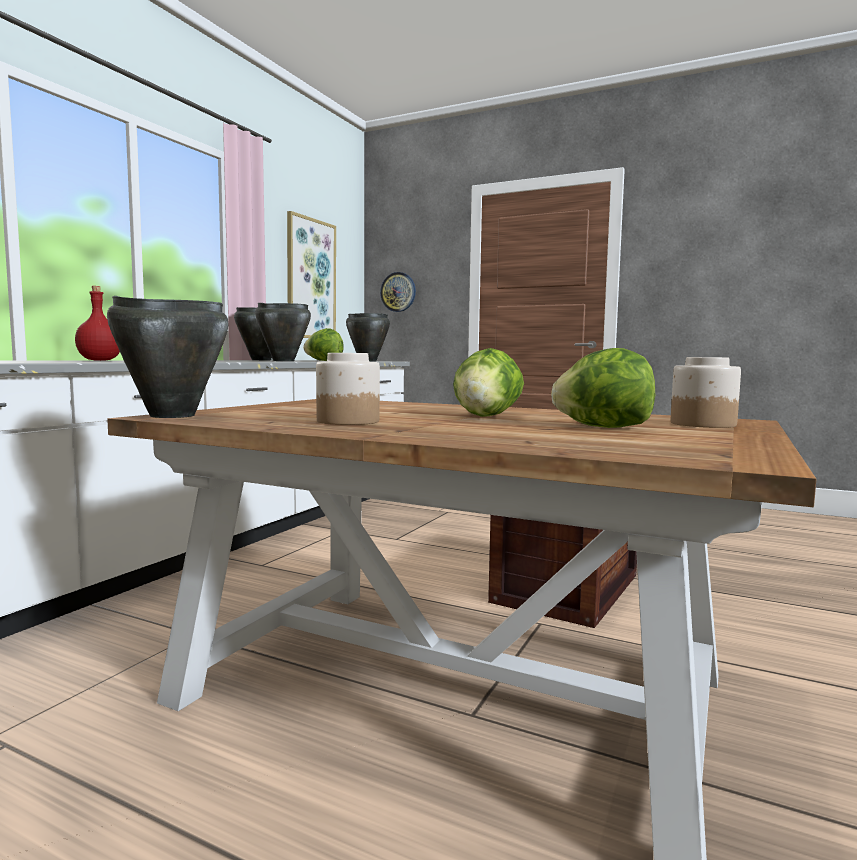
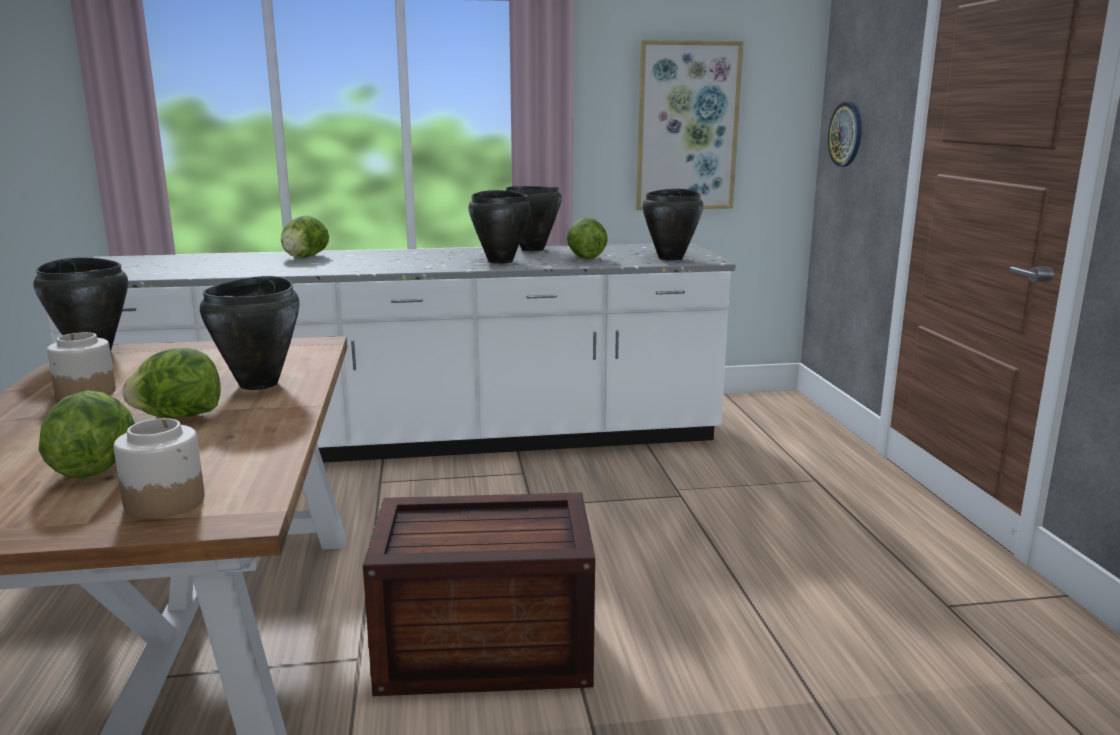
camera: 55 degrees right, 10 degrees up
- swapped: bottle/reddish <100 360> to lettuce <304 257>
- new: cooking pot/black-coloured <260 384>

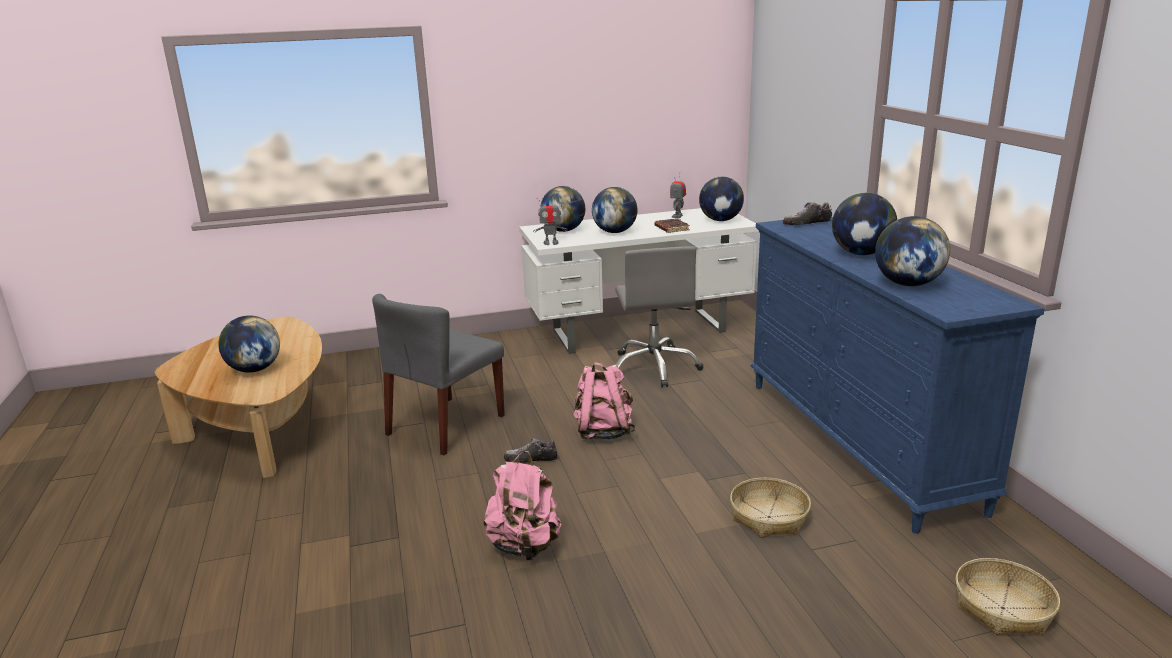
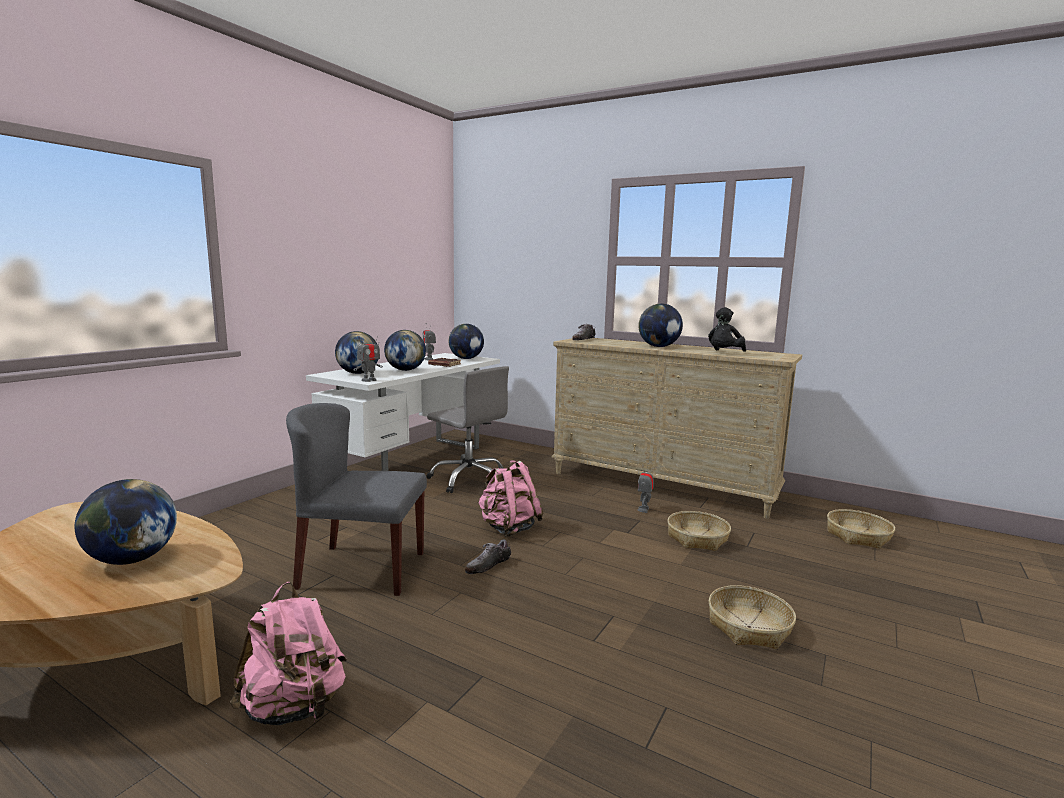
camera: 45 degrees left, 10 degrees down
- rotated: chair/grey <445 425> = <361 570> 105 degrees clockwise
- shifted: backpack/pink <525 546> to <294 708>
- repainted: drawer chest/blue-coloured <857 443> to drawer chest/beige <662 485>
- swapped: globe <907 284> to soft toy/black-coloured <724 353>
- new: robot figure <644 509>
- new: storage basket <748 627>

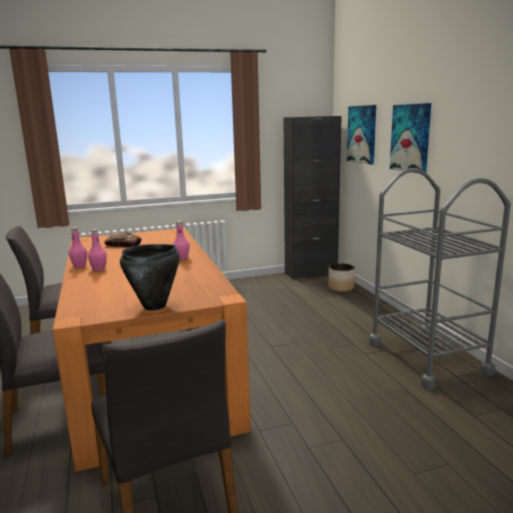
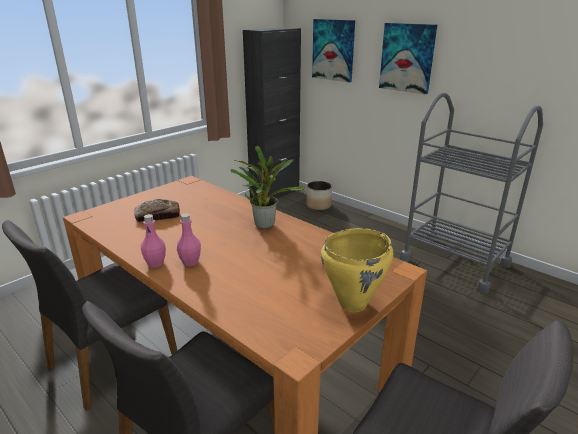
camera: 30 degrees left, 10 degrees up
- repainted: cooking pot/black-coloured <155 306> to cooking pot/yellow-coloured <353 304>
- swapped: bottle/pink <181 258> to potted plant <264 223>

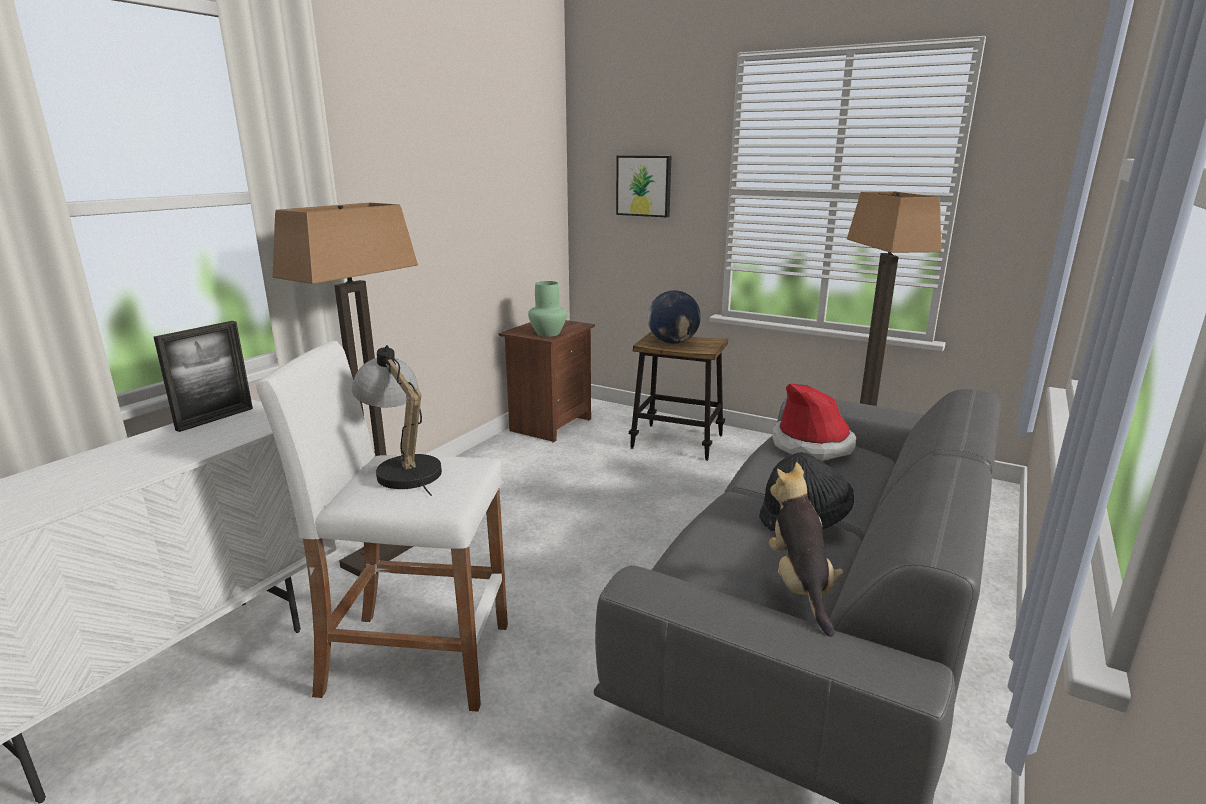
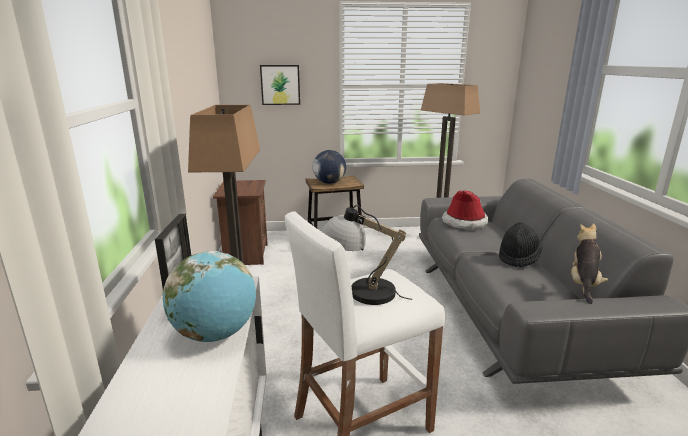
camera: 35 degrees left, 0 degrees up
- gone: decorative vase/greenish <548 333>
- rotated: soft toy <799 585> = <583 284> 60 degrees clockwise
- new: globe <215 334>

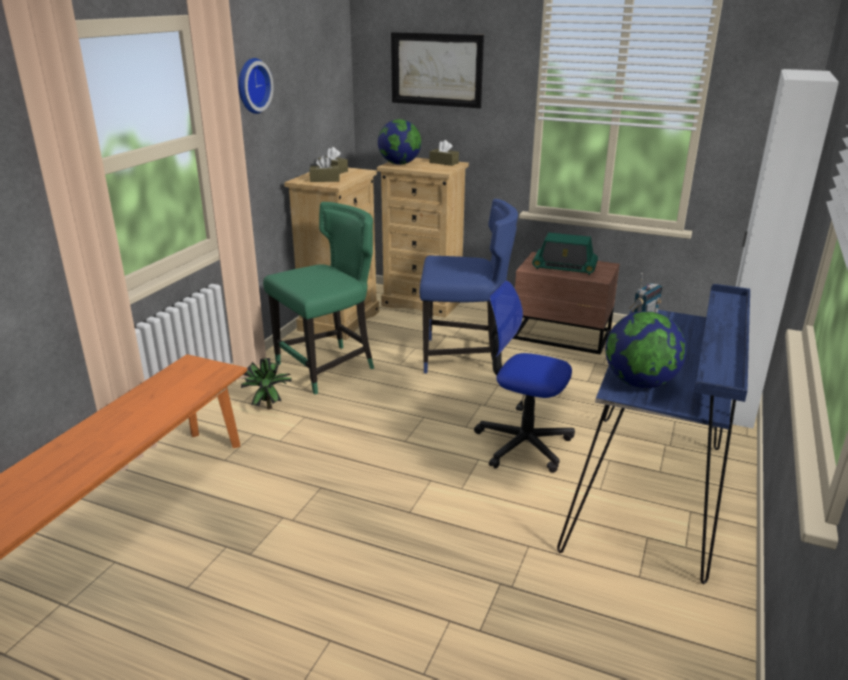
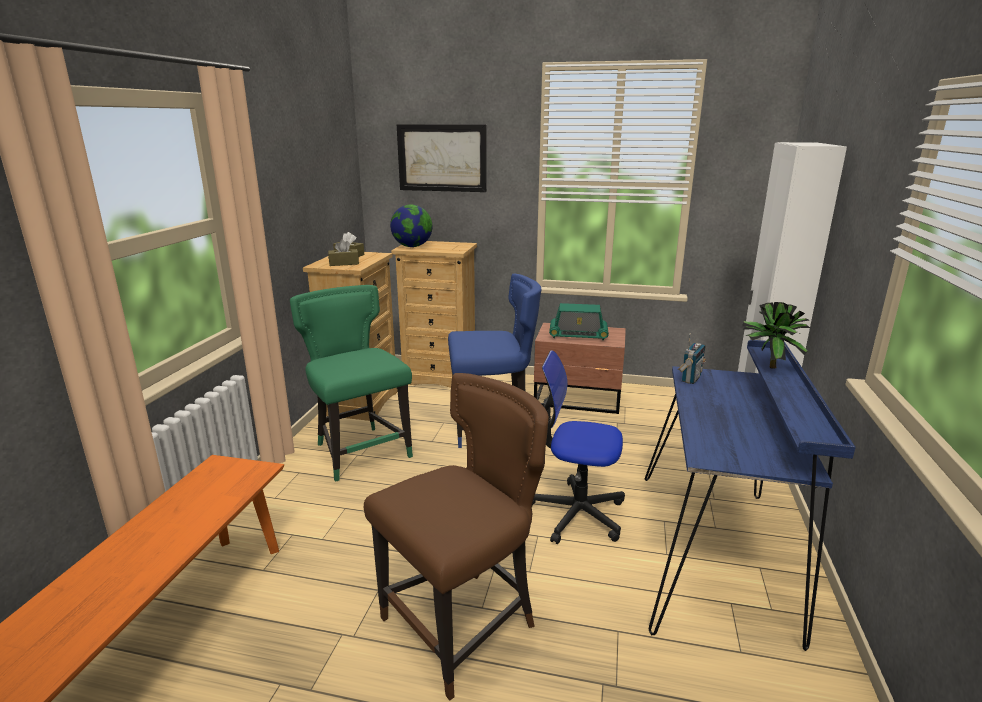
camera: 10 degrees left, 5 degrees down
- gone: wall clock <251 85>
- shifted: potted plant <268 407> to <767 366>
- rotated: chair/greenish <328 367> = <360 451> 75 degrees counterclockwise
- gone: tissue holder/brownish <444 163>
- gone: globe <639 383>
- new: chair/brownish <463 625>

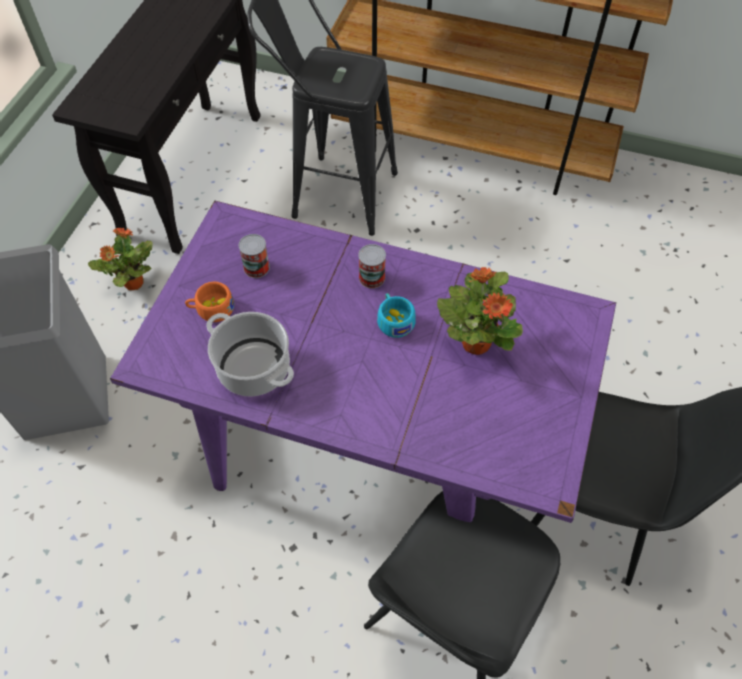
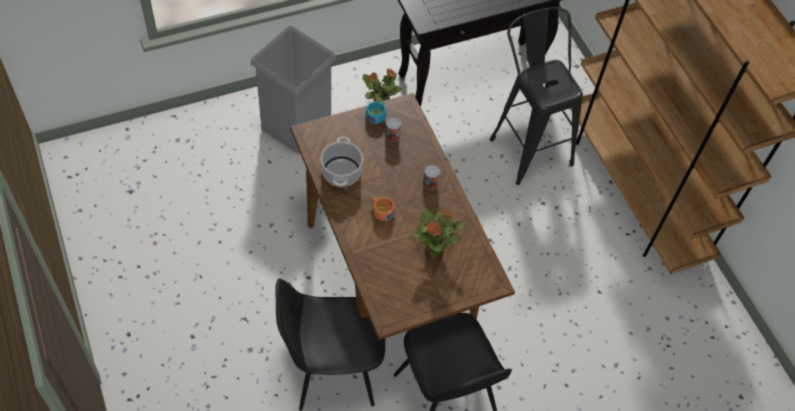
camera: 45 degrees right, 0 degrees up
- repainted: kitchen table/purple-coloured <371 444> to kitchen table/brownish <390 273>
- shifted: small cup/orangey <211 309> to <381 211>
- shifted: small cup/blue-green <394 320> to <377 115>

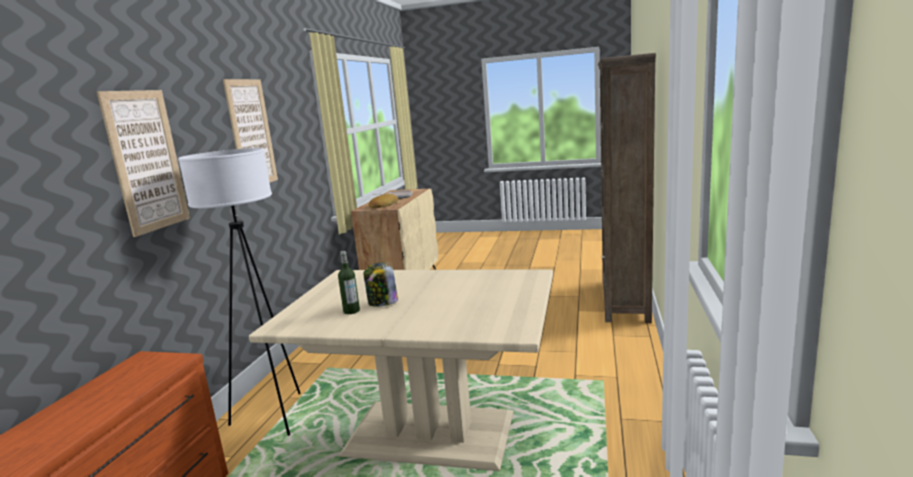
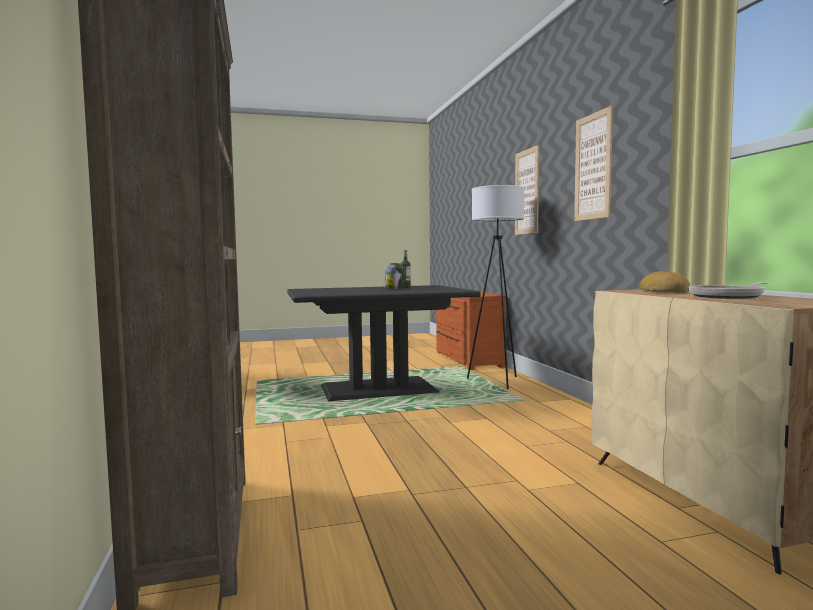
camera: 150 degrees right, 10 degrees down
- repainted: kitchen table/beige <430 432> to kitchen table/black-coloured <379 389>

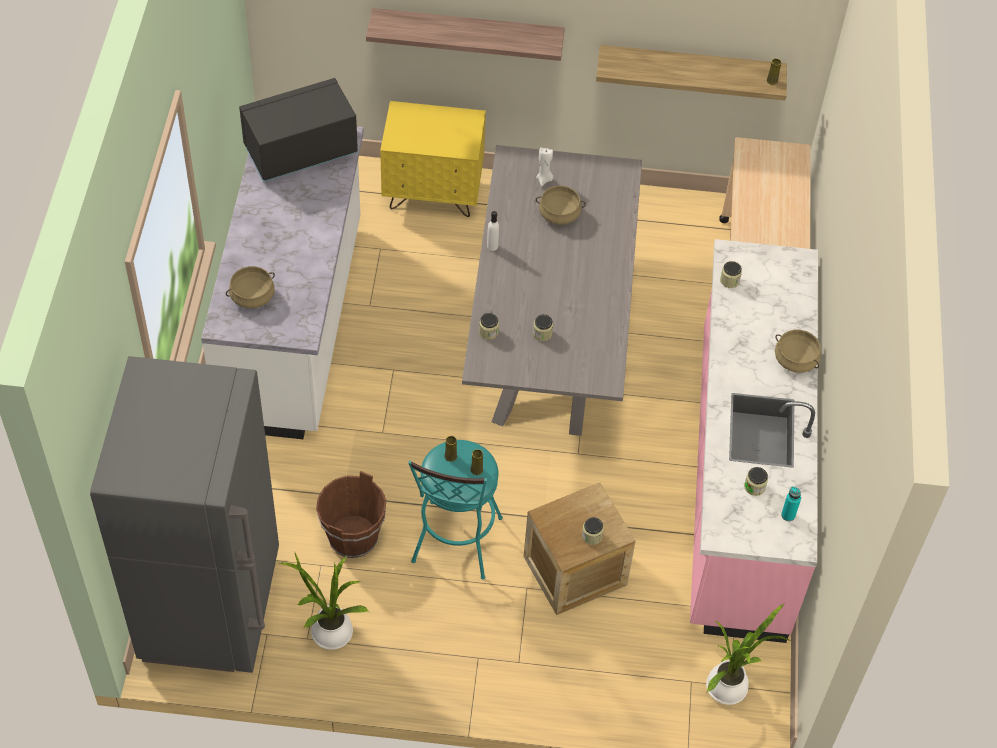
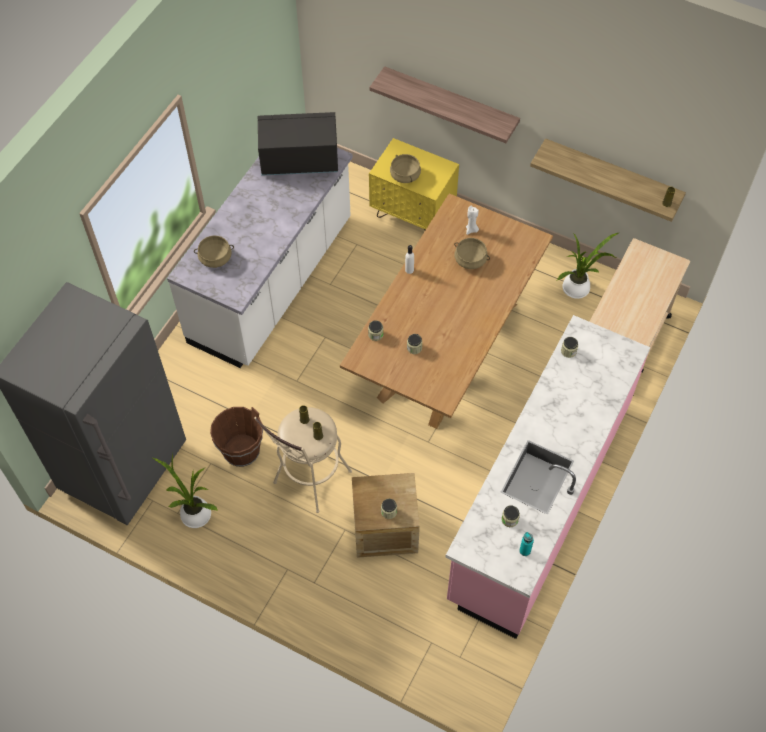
camera: 25 degrees right, 5 degrees up
- repainted: sitting stool/blue-green <454 546> to sitting stool/beige <308 481>
- repainted: kitchen table/grey <550 341> to kitchen table/brownish <446 351>
- shifted: potted plant <730 686> to <578 288>
- shifted: cooking pot/beige <795 360> to <405 175>

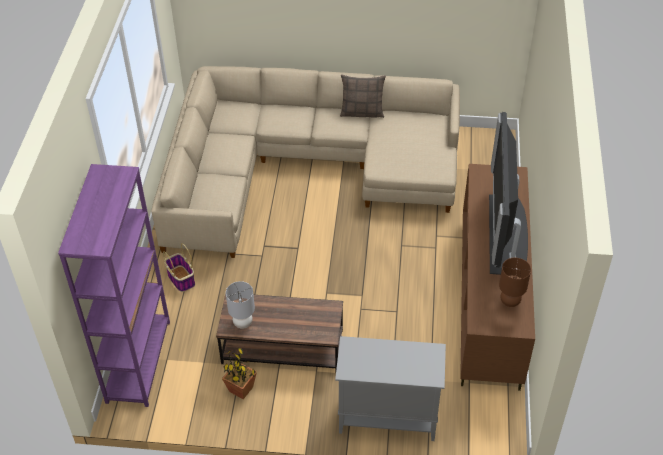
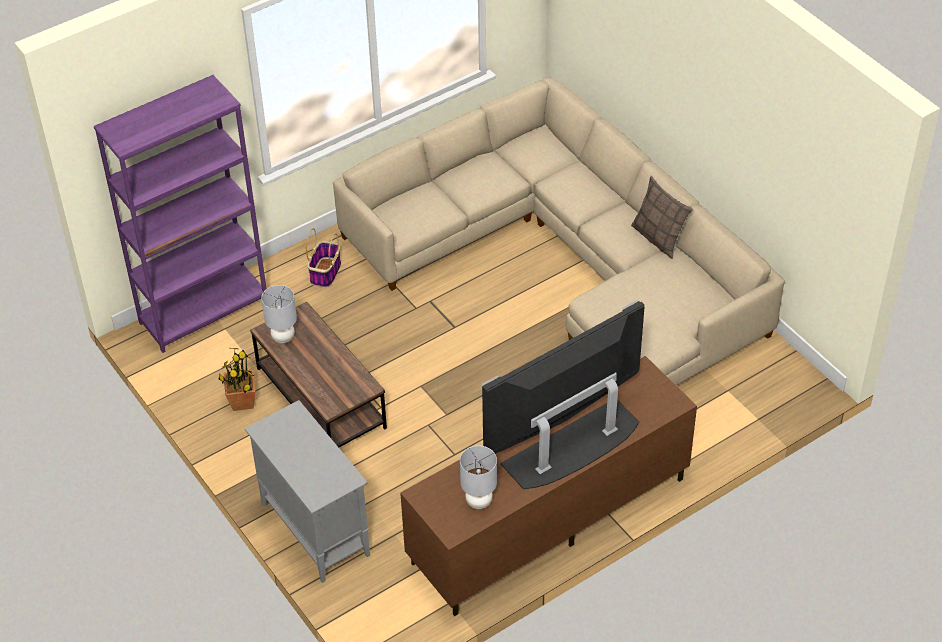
camera: 50 degrees right, 0 degrees up
- repainted: tabletop lamp/brownish <510 301> to tabletop lamp/grey <479 501>

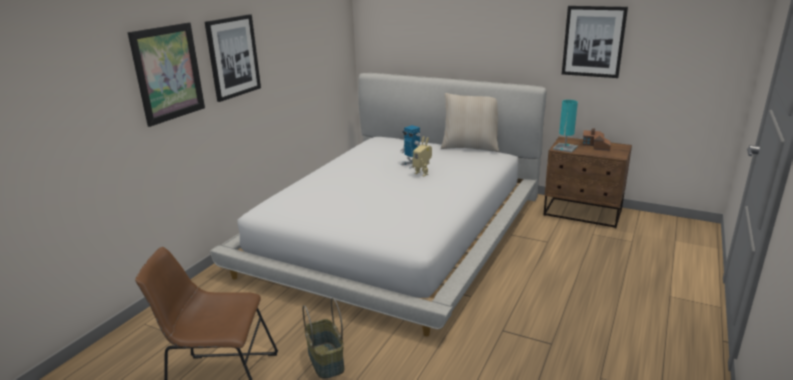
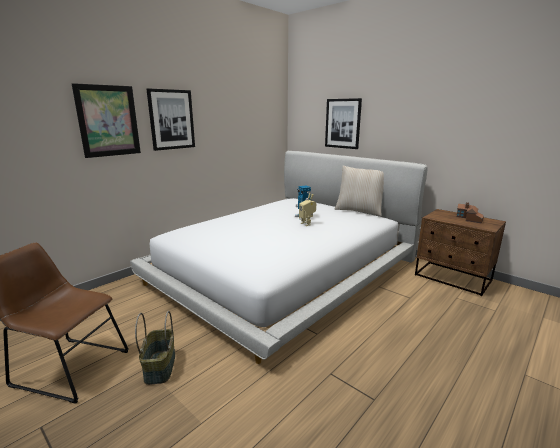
camera: 15 degrees right, 5 degrees down
- gone: tabletop lamp/blue-green <565 148>
- shifted: wall picture <593 41> to <343 123>

